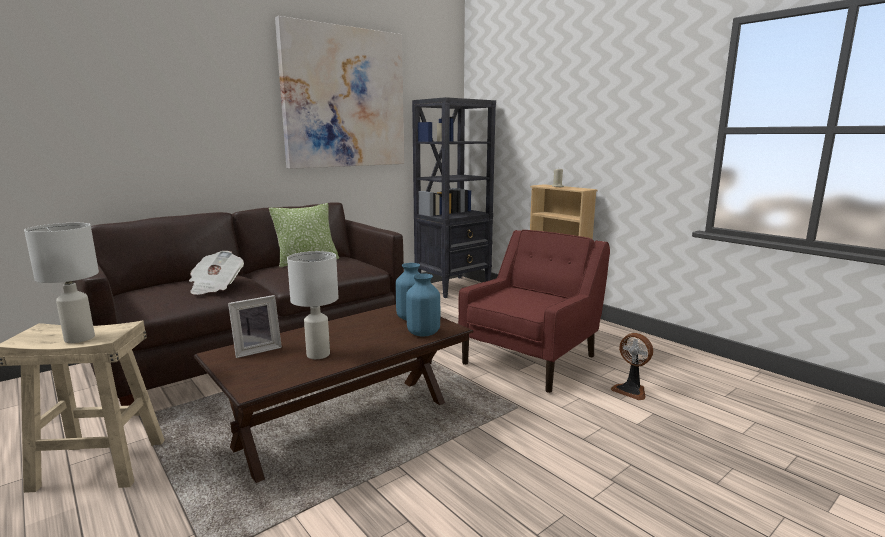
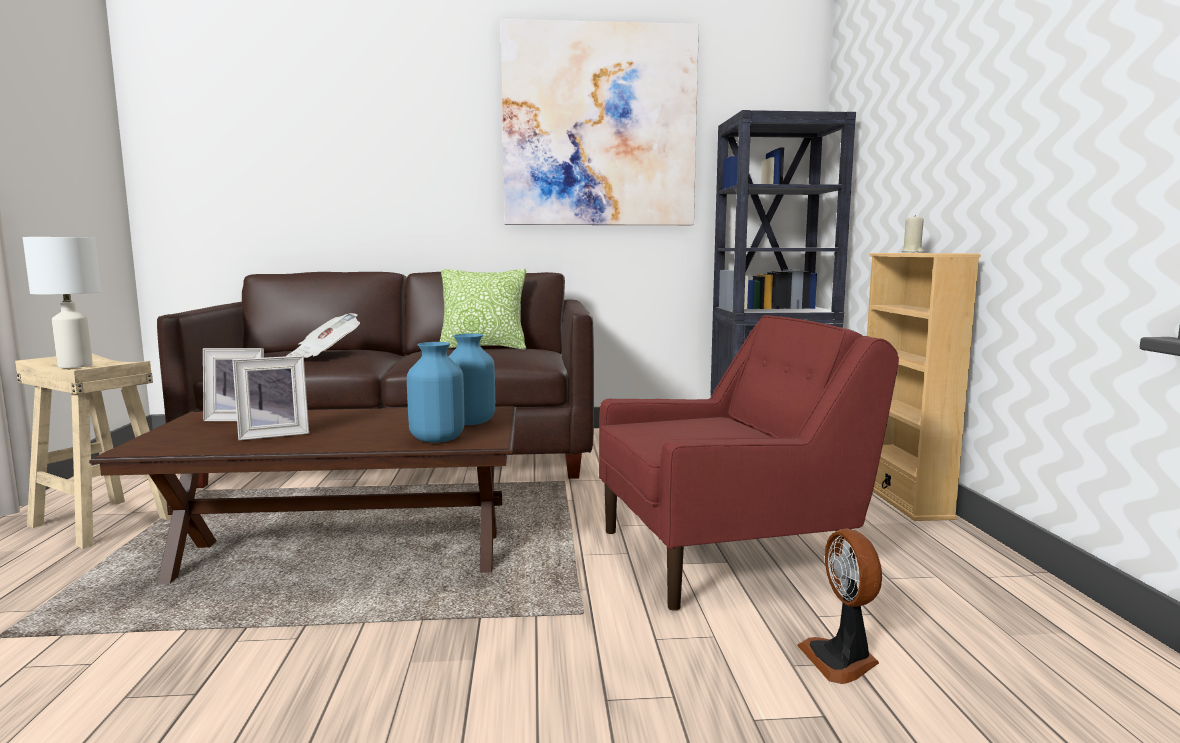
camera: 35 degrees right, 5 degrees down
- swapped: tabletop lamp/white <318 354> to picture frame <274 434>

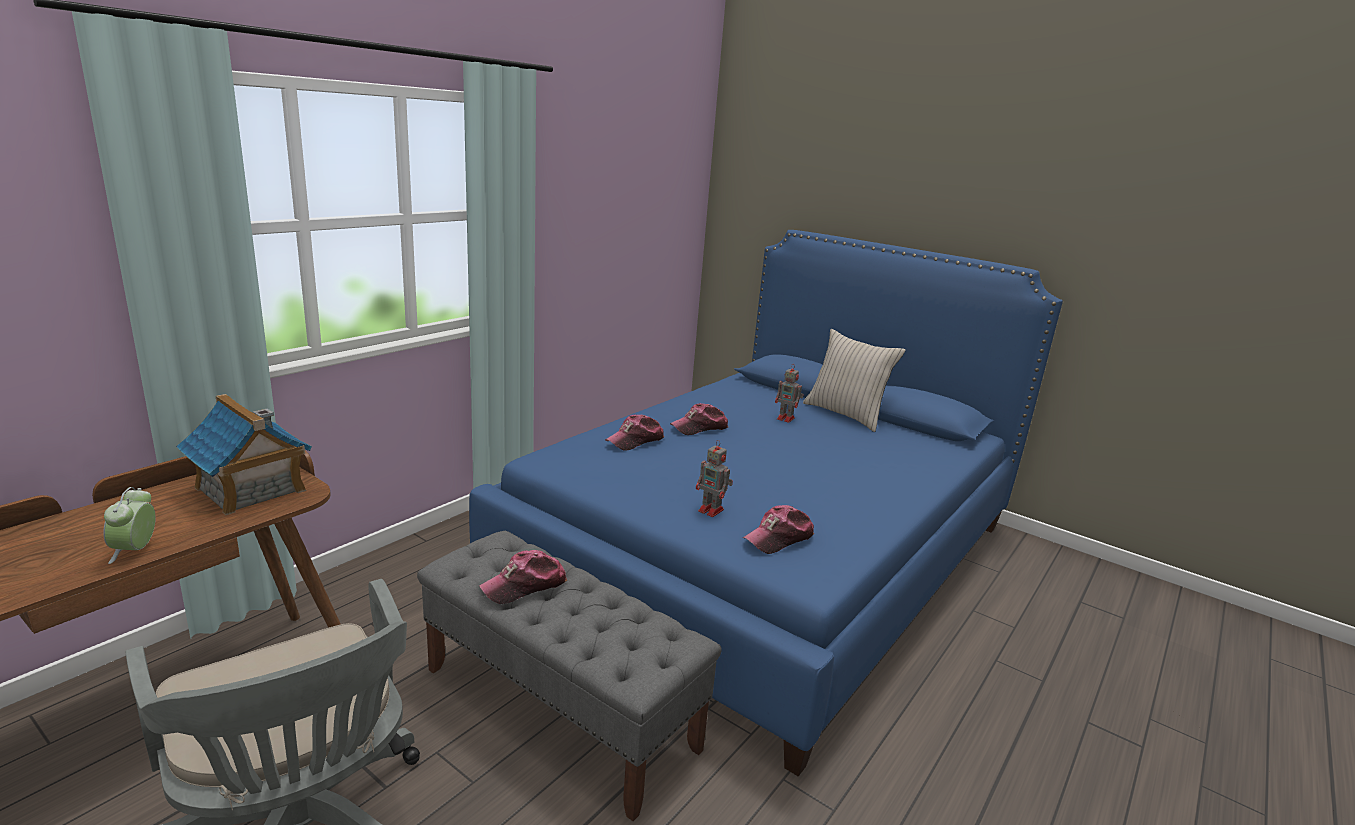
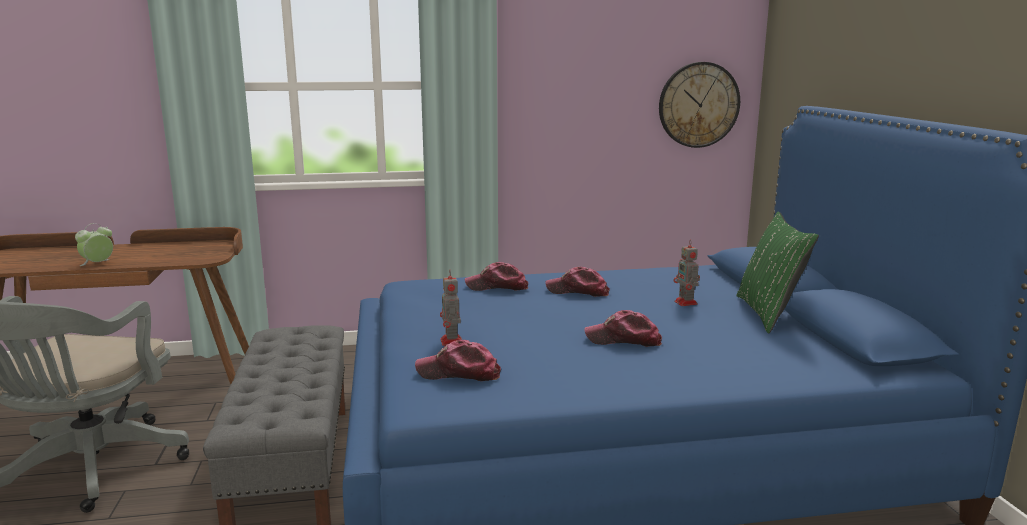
camera: 45 degrees right, 5 degrees down
- gone: model house <250 489>
- shifted: peaked cap <525 585> to <623 340>
- repainted: pillow/beige <845 414> to pillow/greenish <769 314>
- new: wall clock <698 105>

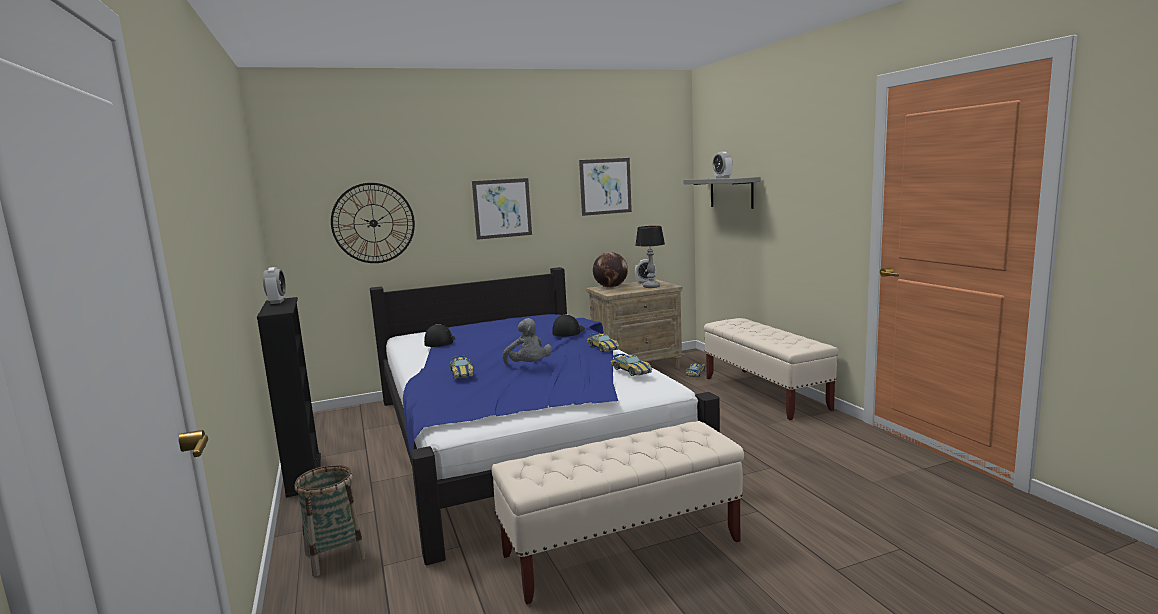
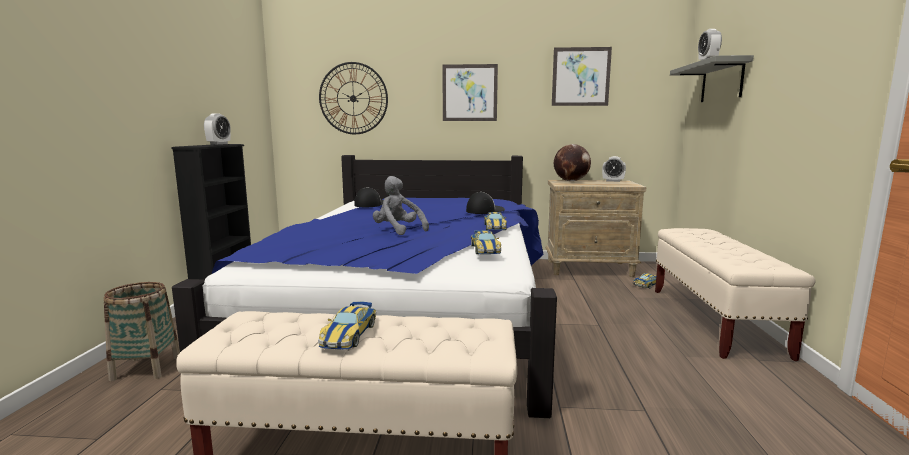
camera: 25 degrees right, 0 degrees up
- shifted: model car <461 372> to <349 334>
- rotated: soft toy/grey <529 366> = <398 230> 135 degrees clockwise
- gone: tabletop lamp <651 286>

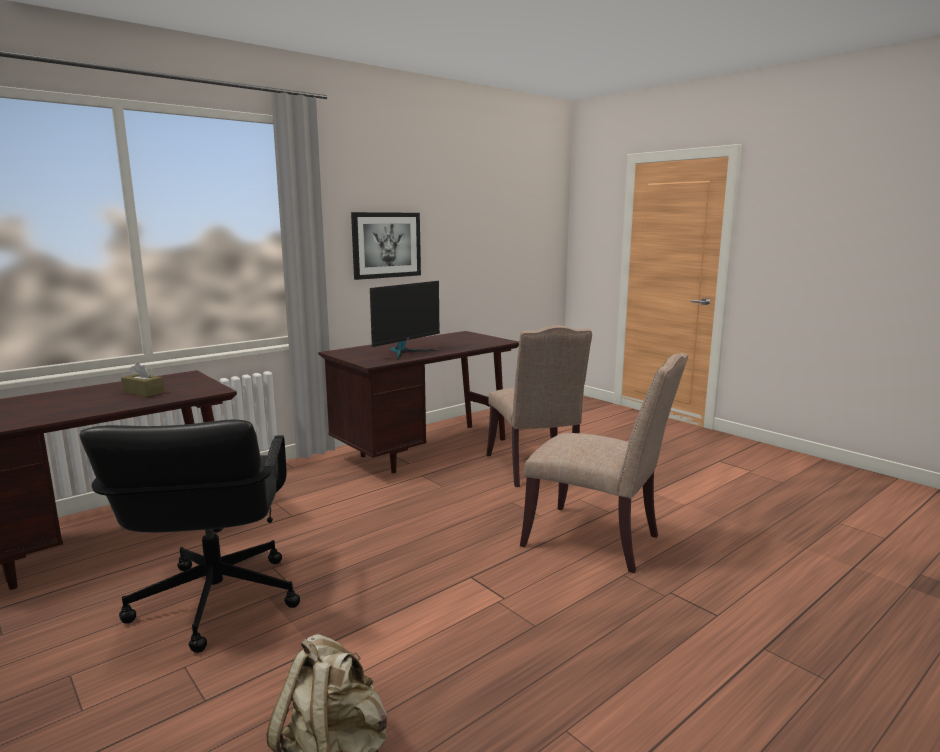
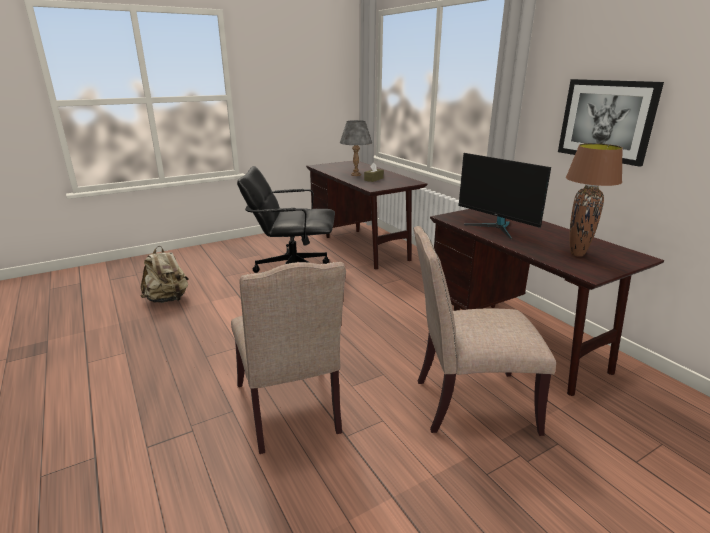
camera: 100 degrees right, 10 degrees up
- rotated: chair/beige <597 541> = <291 410> 60 degrees counterclockwise
- new: tabletop lamp/grey <355 175>
- new: tabletop lamp/brownish <577 254>

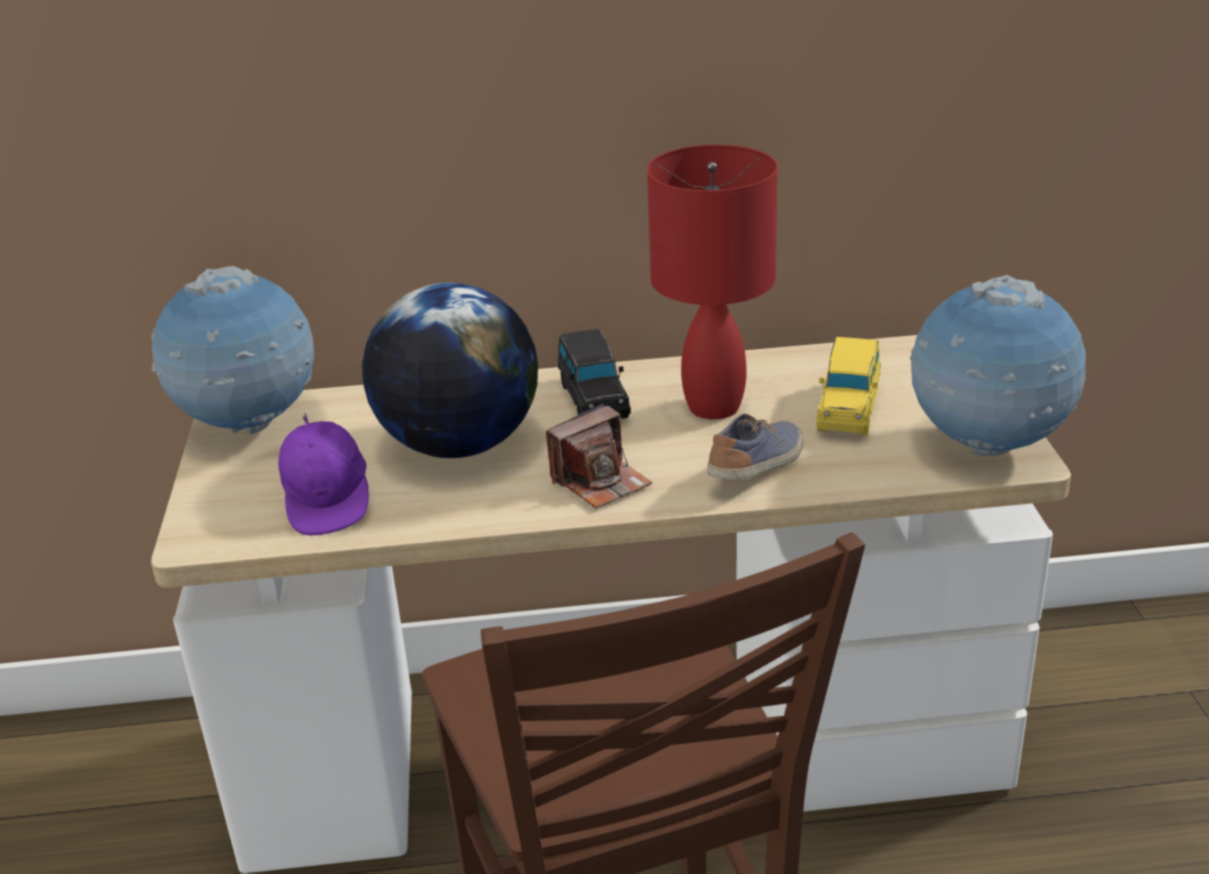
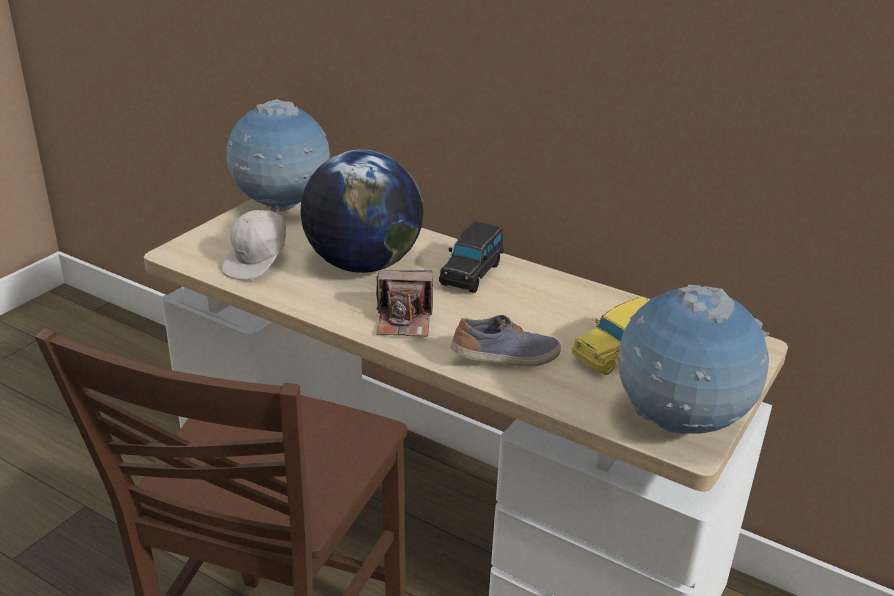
camera: 35 degrees right, 0 degrees up
- repainted: peaked cap/purple-coloured <328 501> to peaked cap/white <258 263>
- gone: tabletop lamp/reddish <712 407>

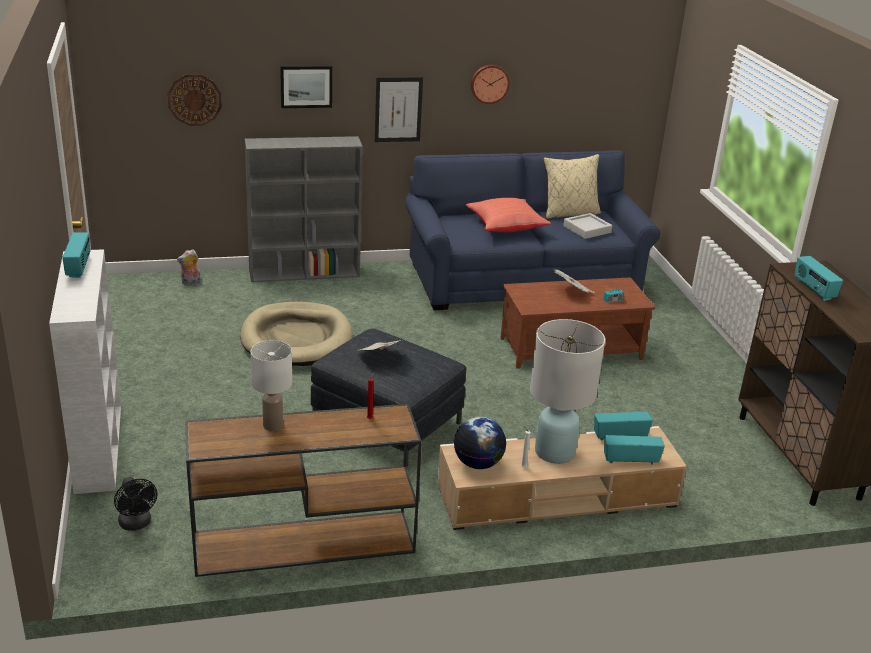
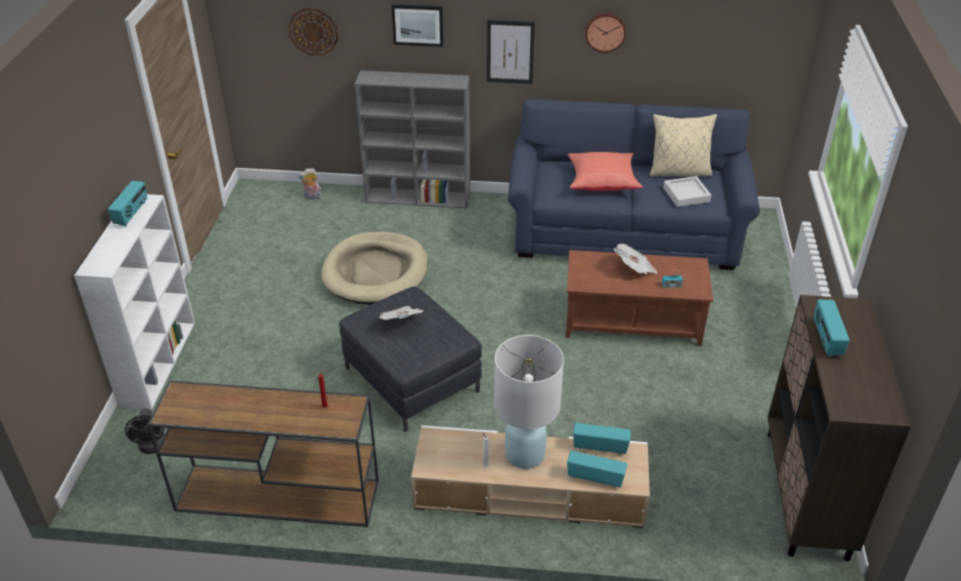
camera: 20 degrees right, 10 degrees up
- gone: tabletop lamp/white <273 426>
- gone: globe <478 464>

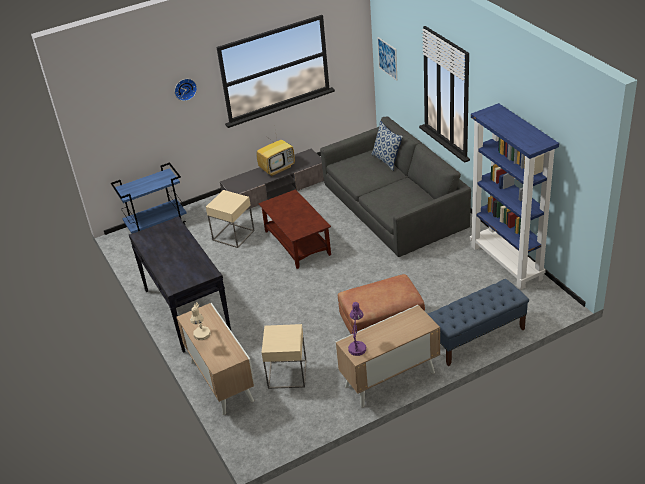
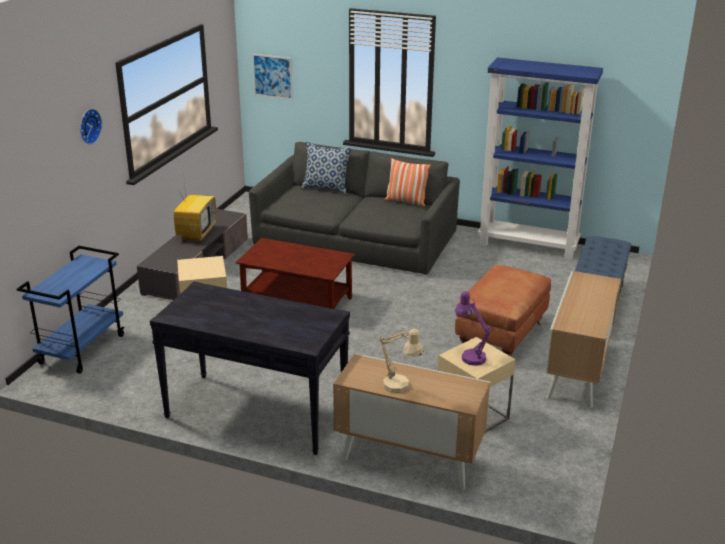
camera: 45 degrees left, 10 degrees down
- shifted: tabletop lamp/purple-coloured <357 346> to <470 356>
- new: pillow <406 201>

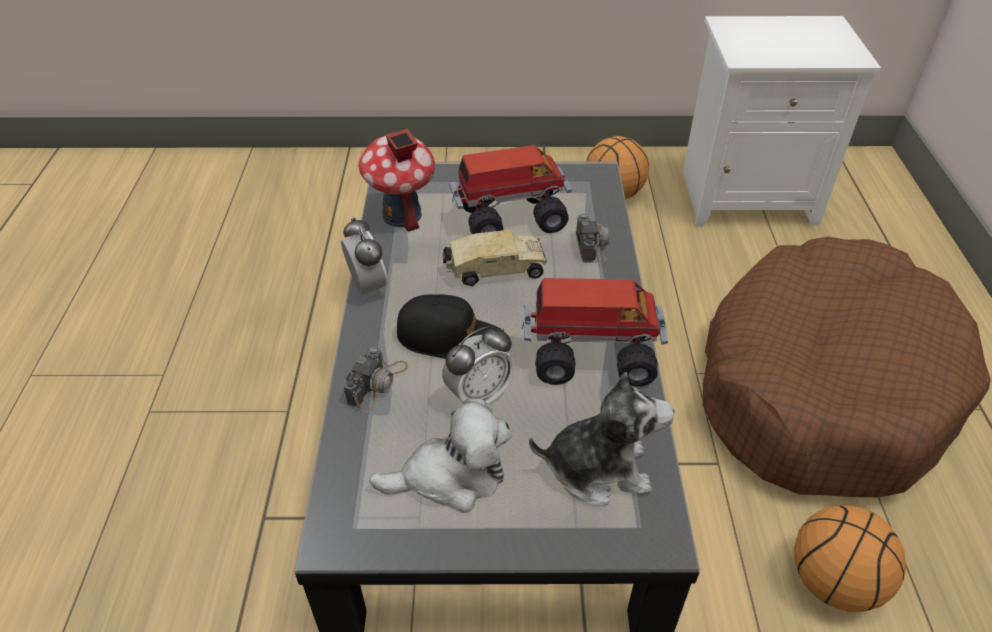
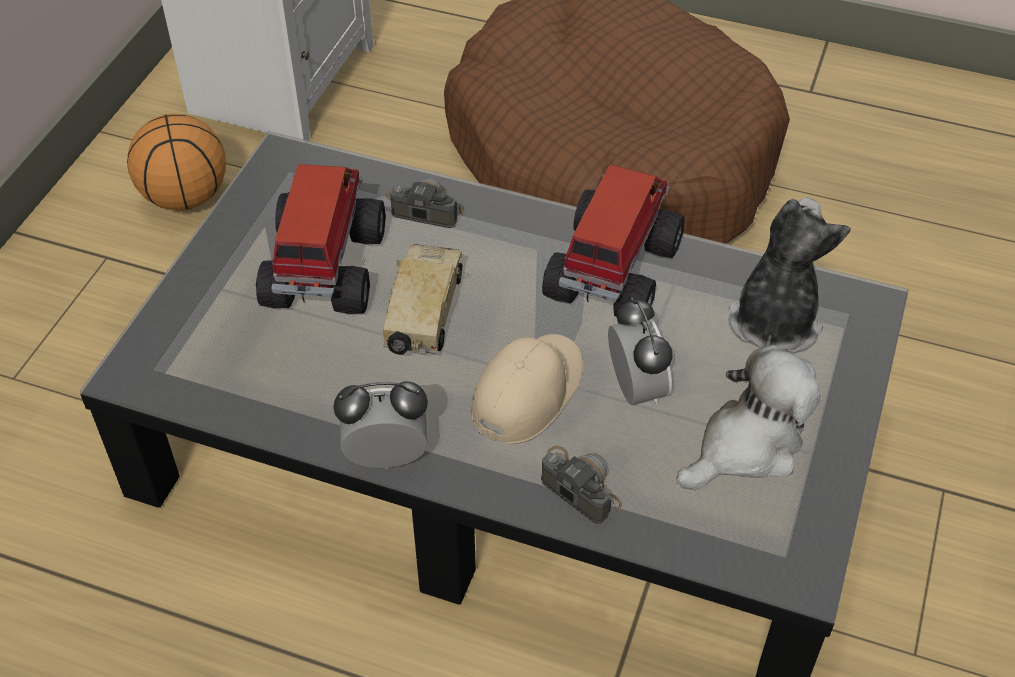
camera: 70 degrees left, 5 degrees up
- gone: model house <402 215>
- rotated: soft toy <451 477> = <747 446> 45 degrees clockwise
- repainted: peaked cap/black-coloured <450 337> to peaked cap/beige <527 392>
- gone: ball for basketball <833 583>

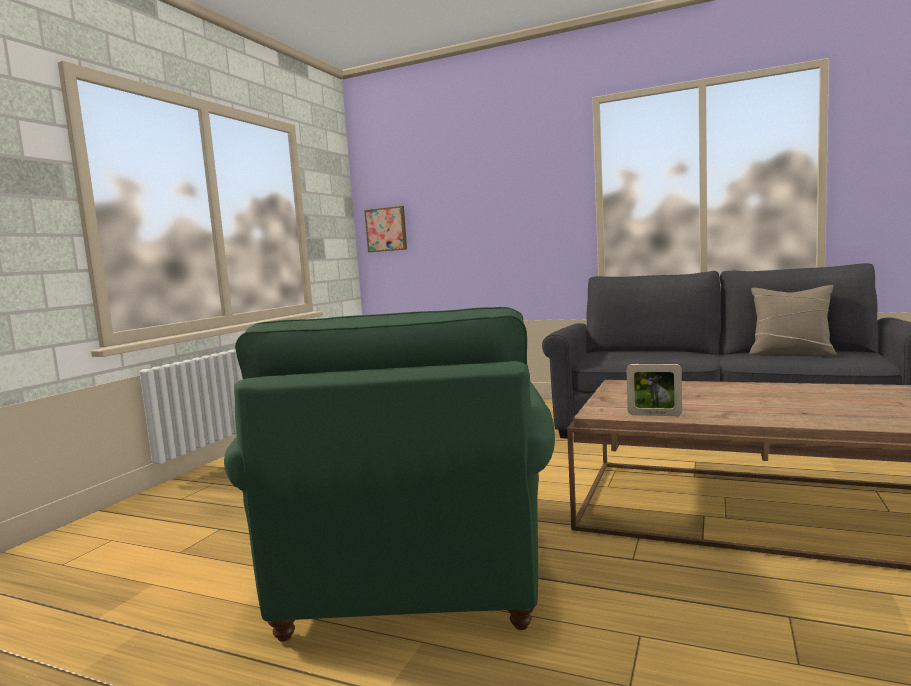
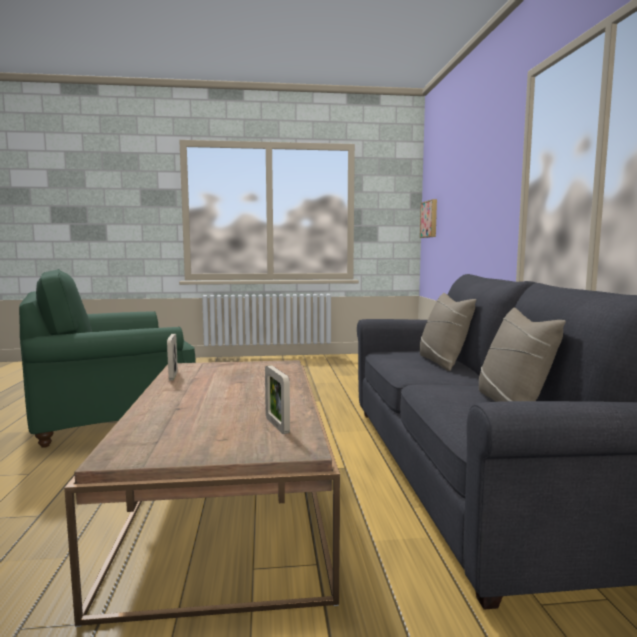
camera: 60 degrees right, 0 degrees up
- new: picture frame <277 425>
- new: pillow/beige <443 362>

